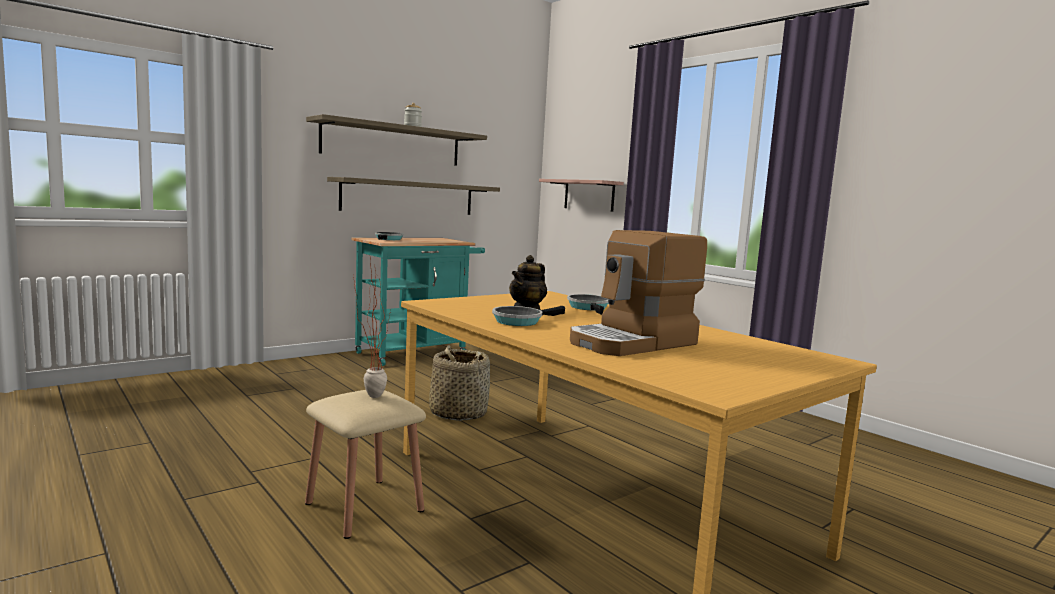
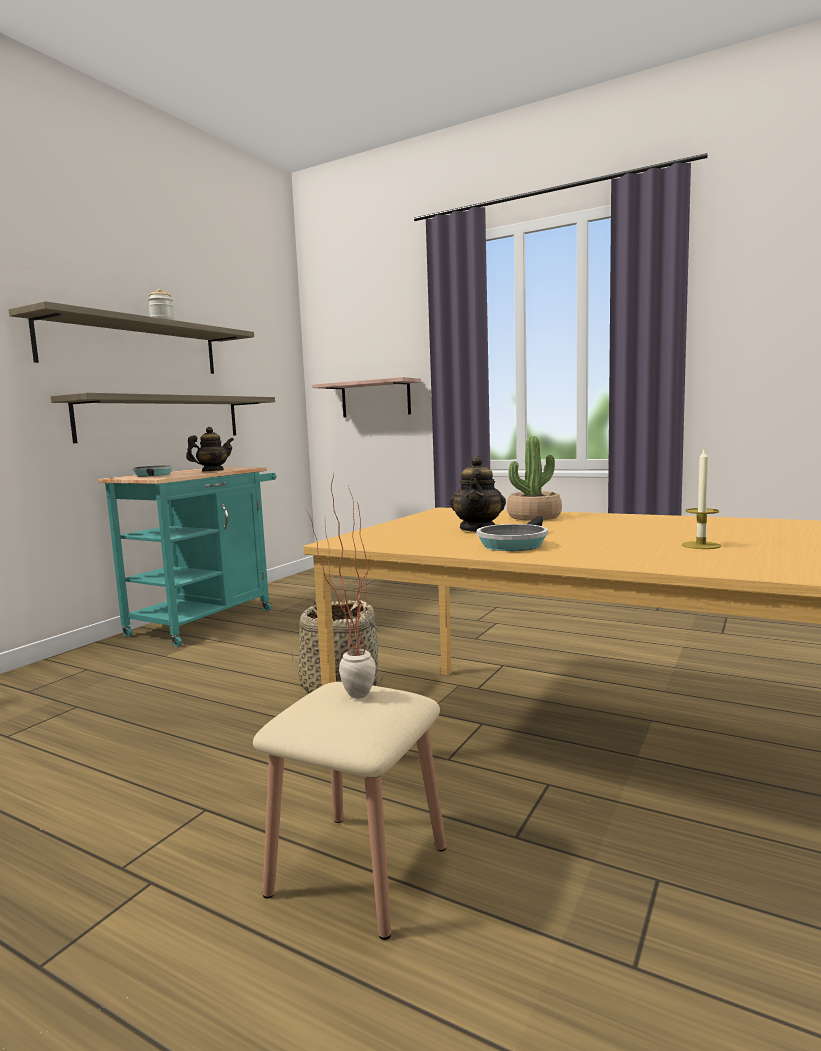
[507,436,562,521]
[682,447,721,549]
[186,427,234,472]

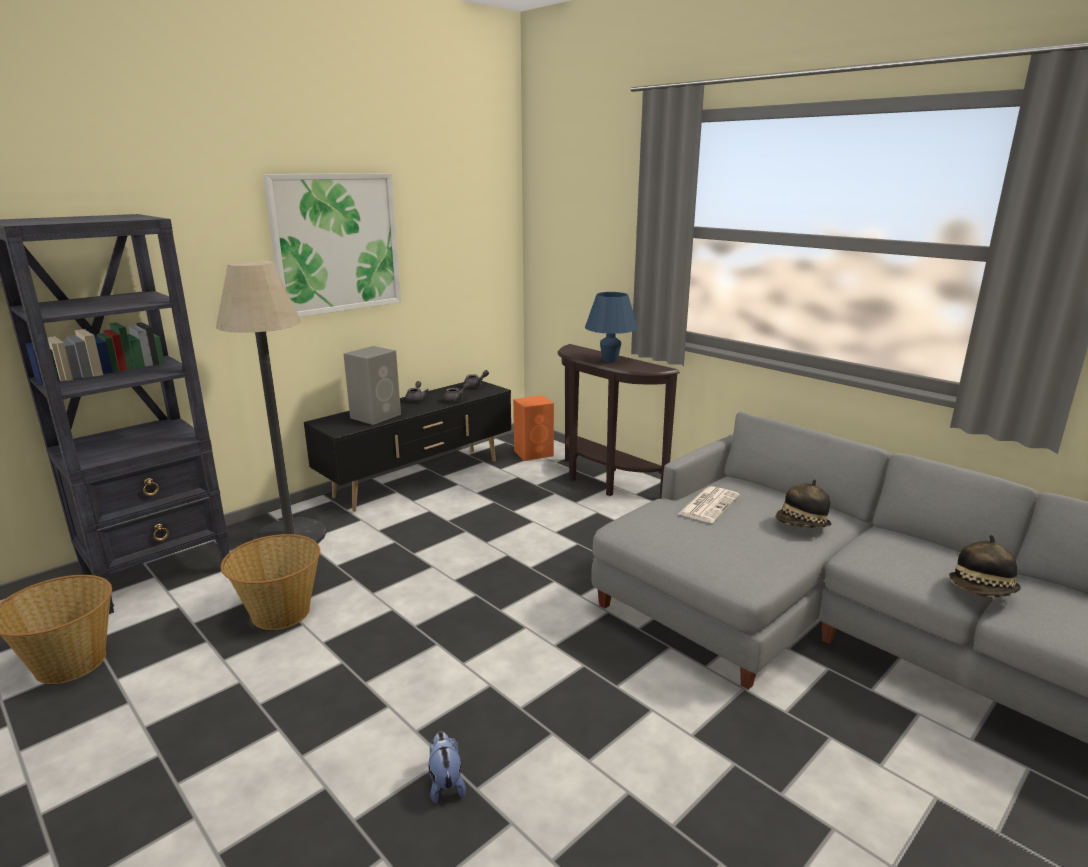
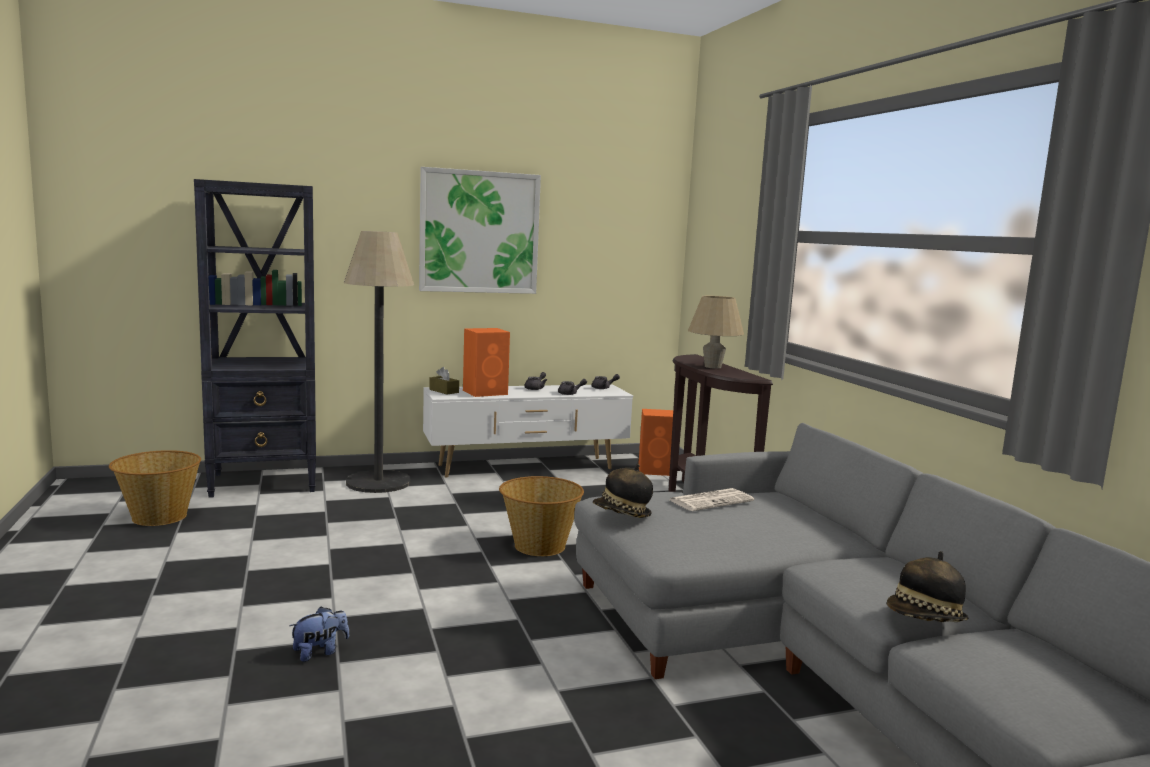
[499,476,584,556]
[423,384,633,478]
[463,328,510,397]
[289,607,349,662]
[688,296,744,369]
[593,464,653,518]
[429,367,459,395]

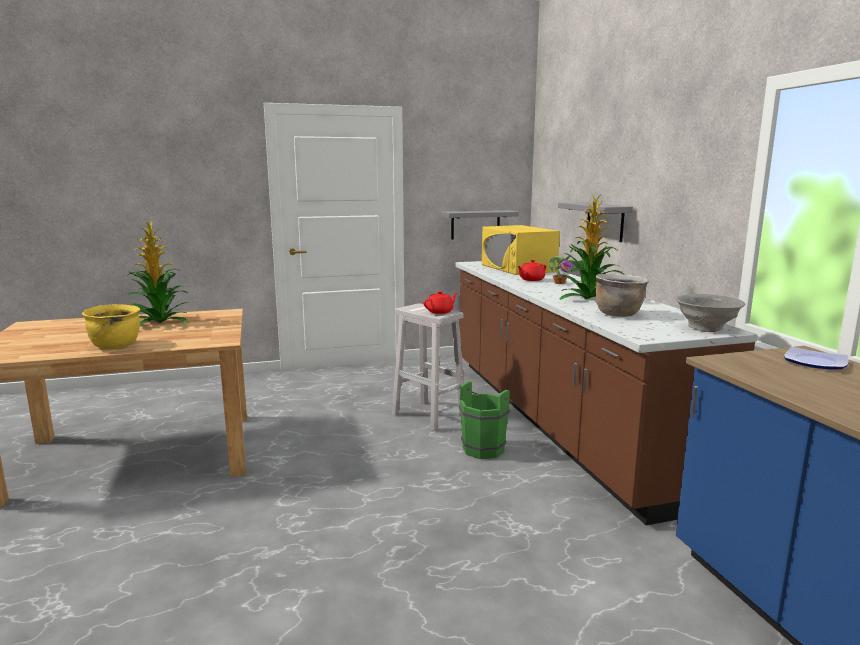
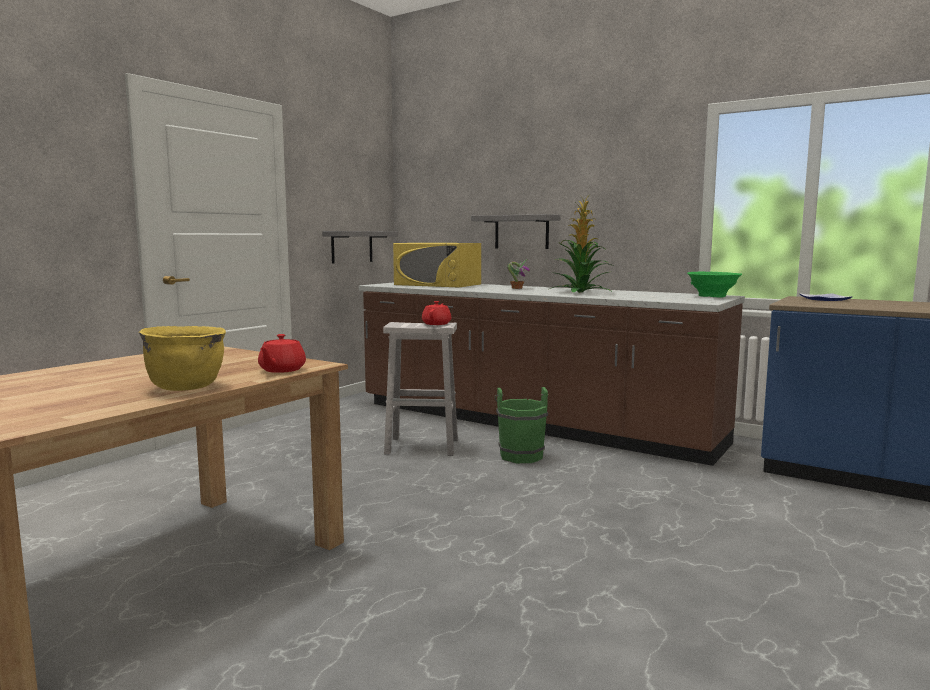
[127,221,189,325] (first image)
[258,334,306,373]
[596,274,649,317] (first image)
[687,272,742,298]

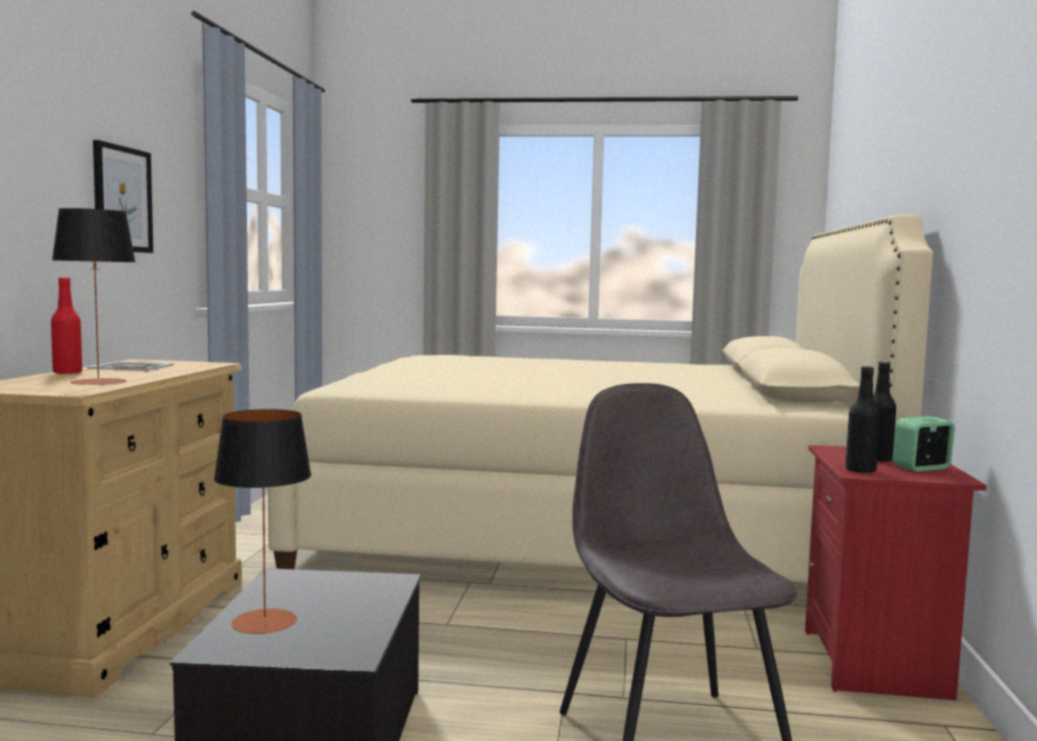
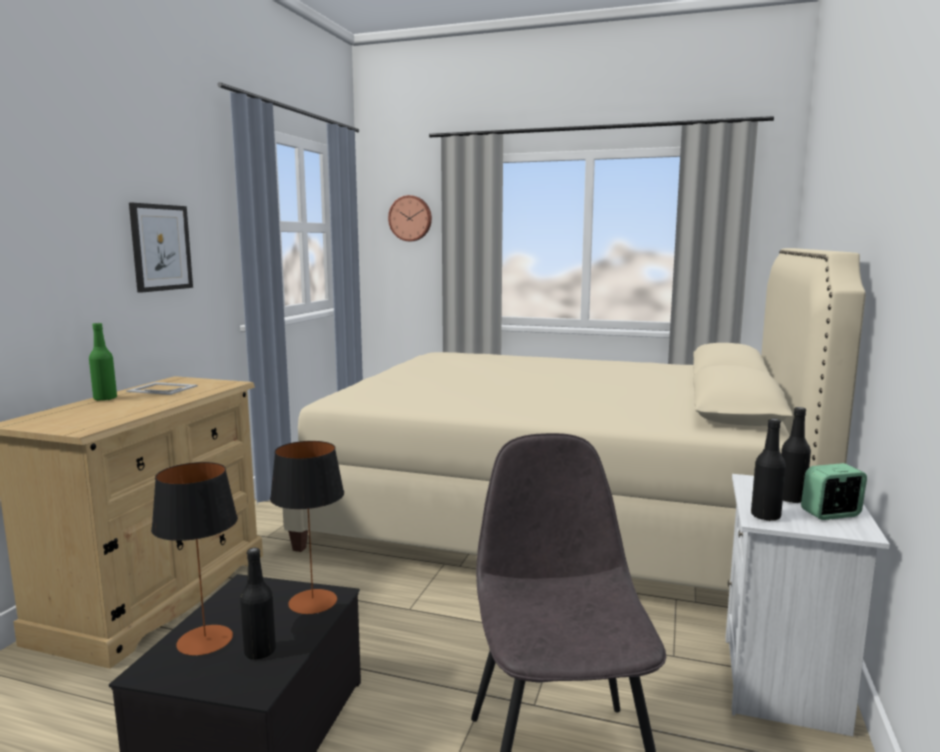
[89,323,117,401]
[270,441,344,614]
[725,474,890,736]
[240,548,276,659]
[388,195,432,241]

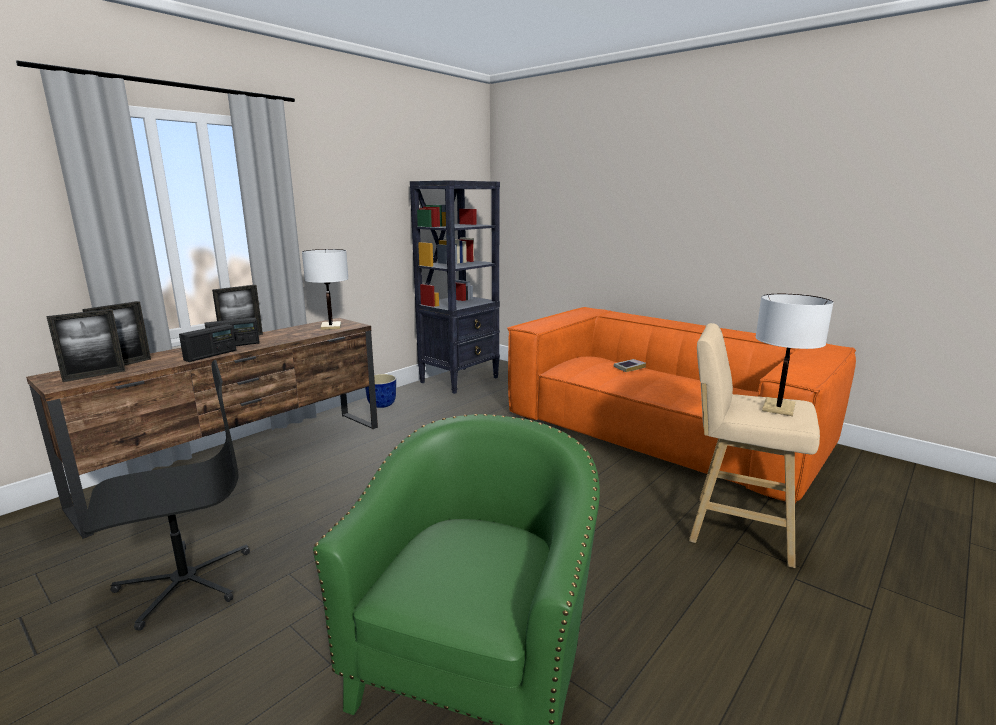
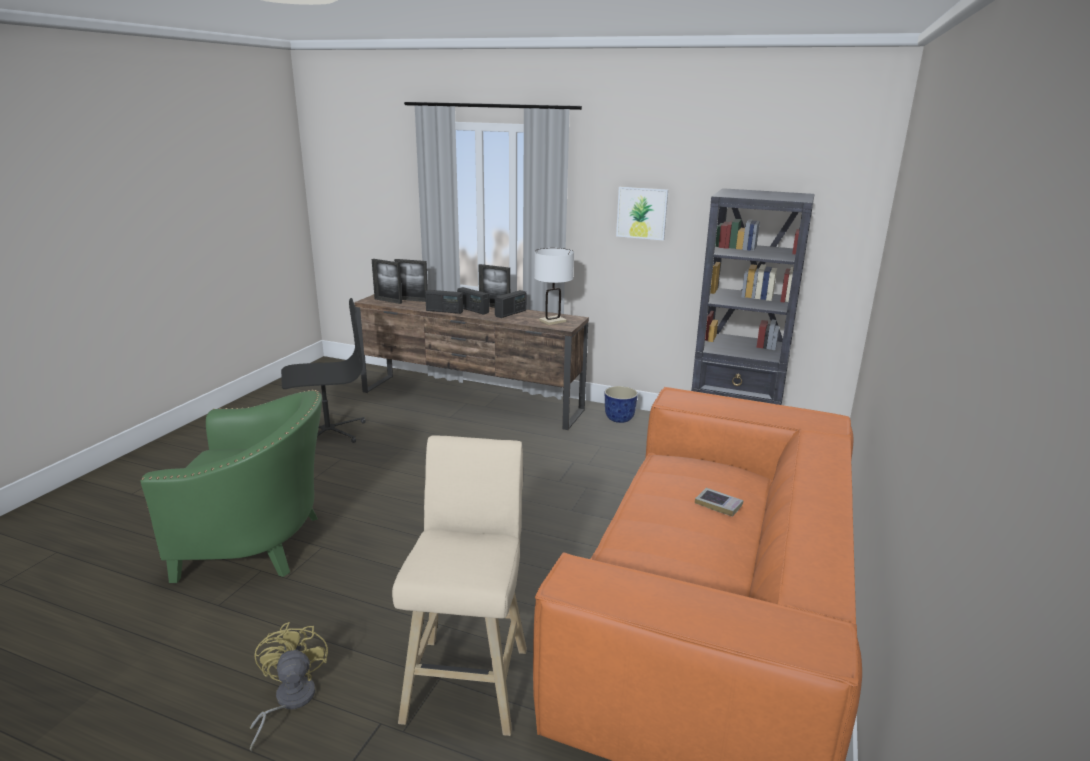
[281,298,366,443]
[755,293,834,416] (first image)
[250,622,328,751]
[495,290,526,318]
[616,187,668,241]

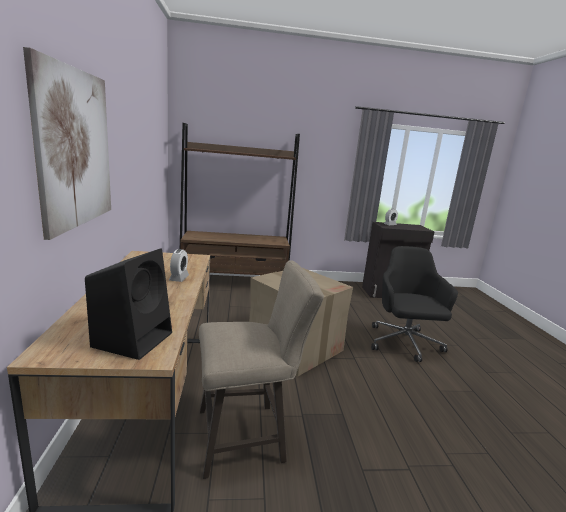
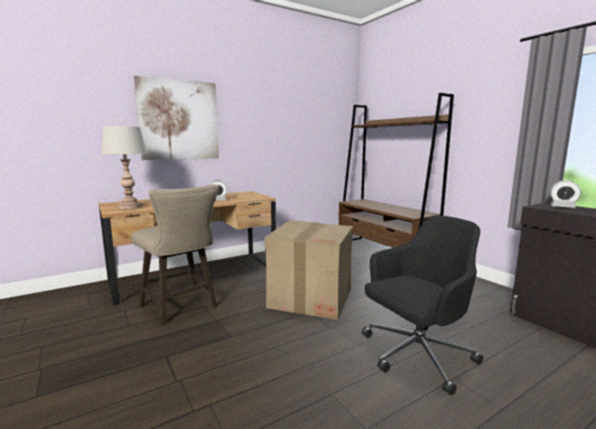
[101,125,147,209]

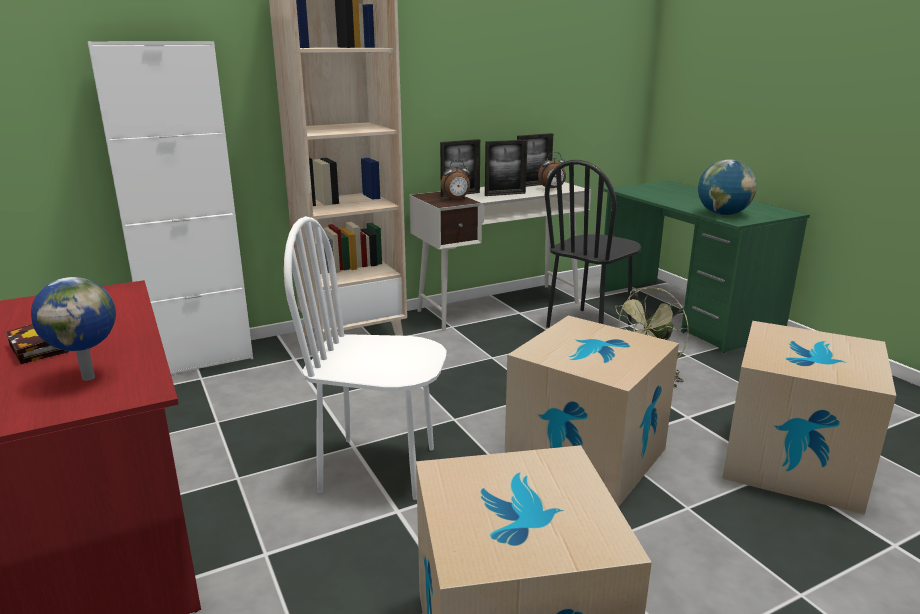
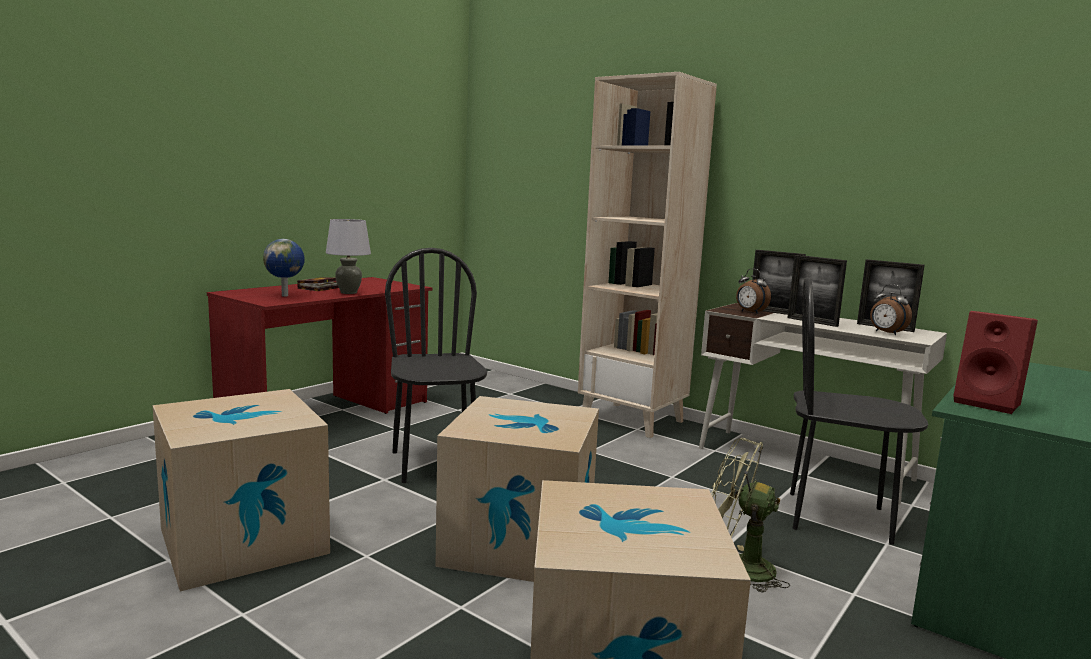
[88,41,253,374] (first image)
[385,248,487,483]
[953,311,1038,414]
[326,219,371,294]

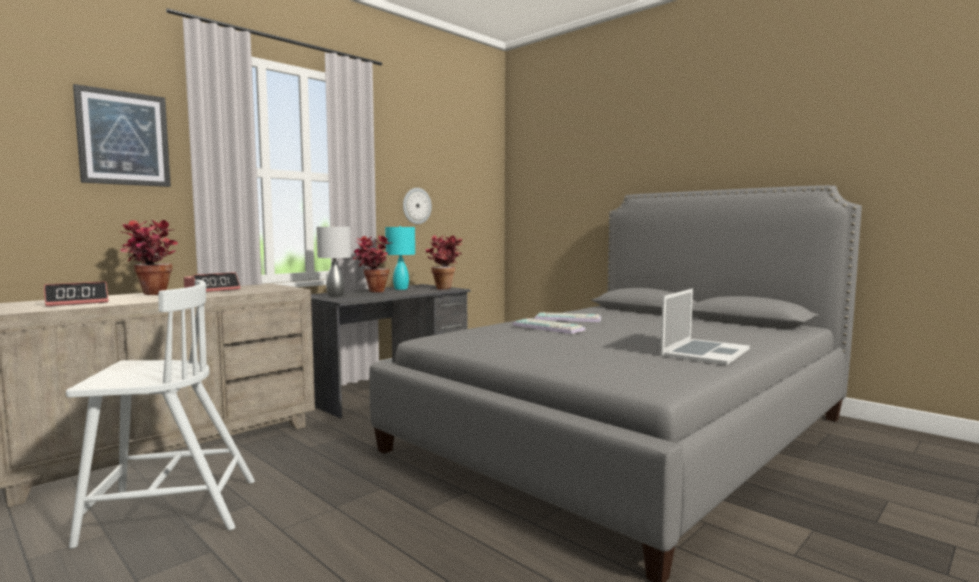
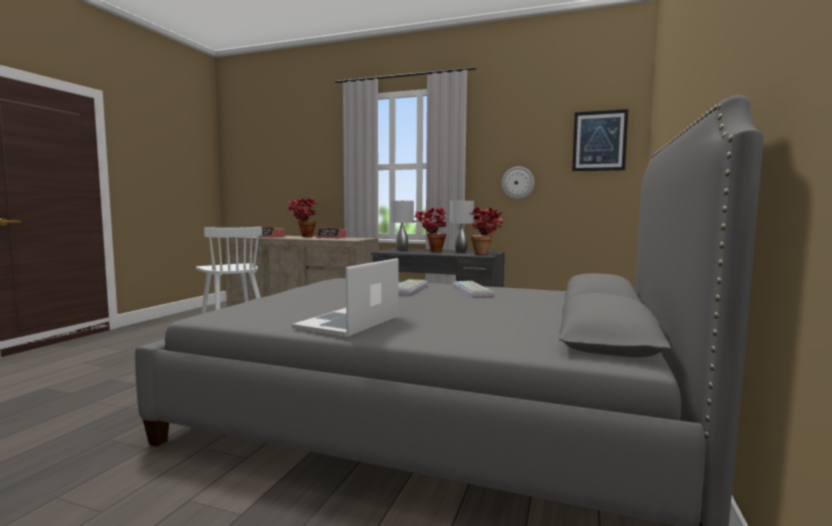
[572,109,628,171]
[450,200,474,252]
[292,258,399,337]

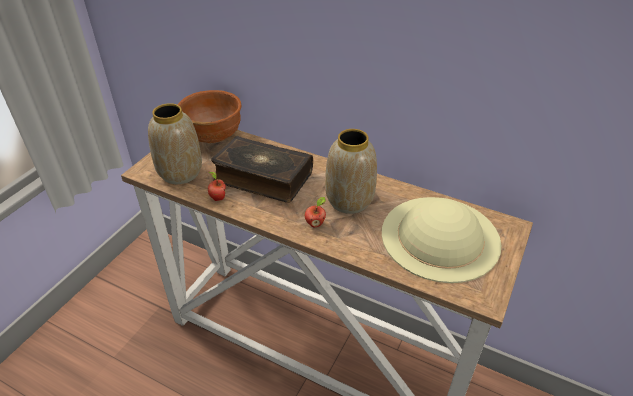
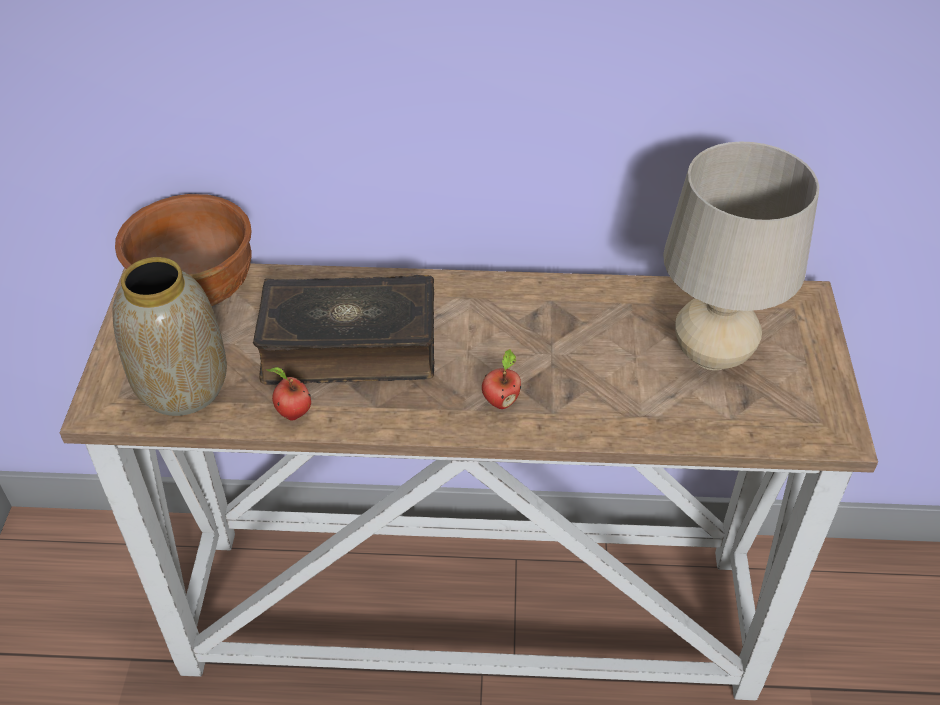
[325,129,377,214] (first image)
[663,141,819,370]

